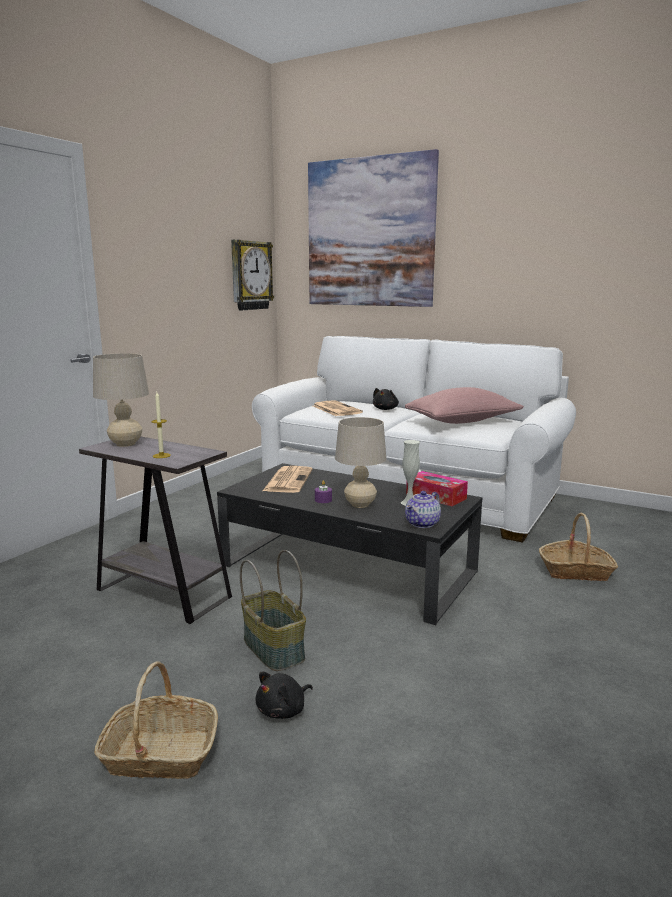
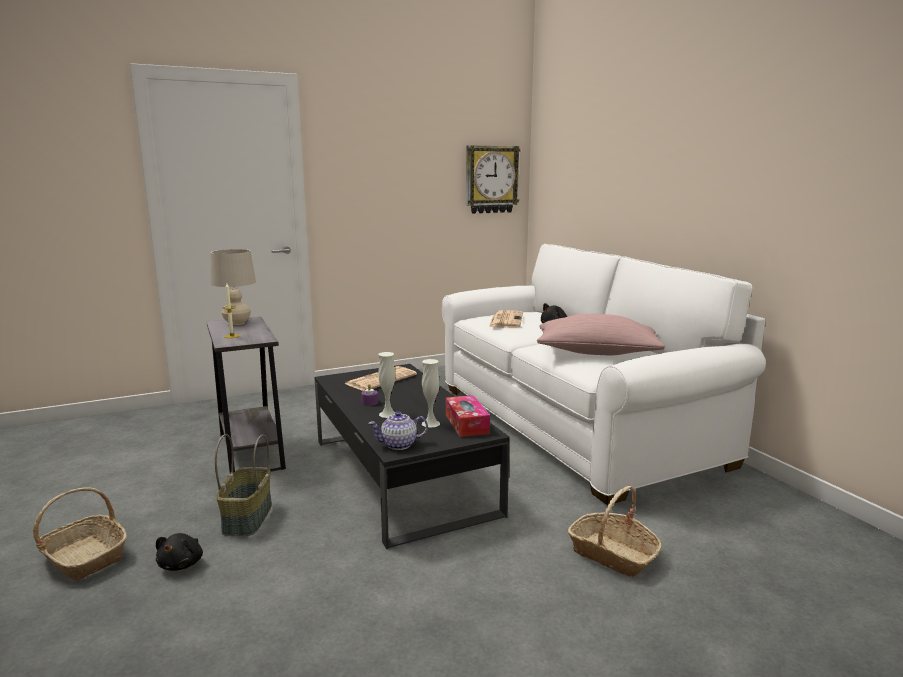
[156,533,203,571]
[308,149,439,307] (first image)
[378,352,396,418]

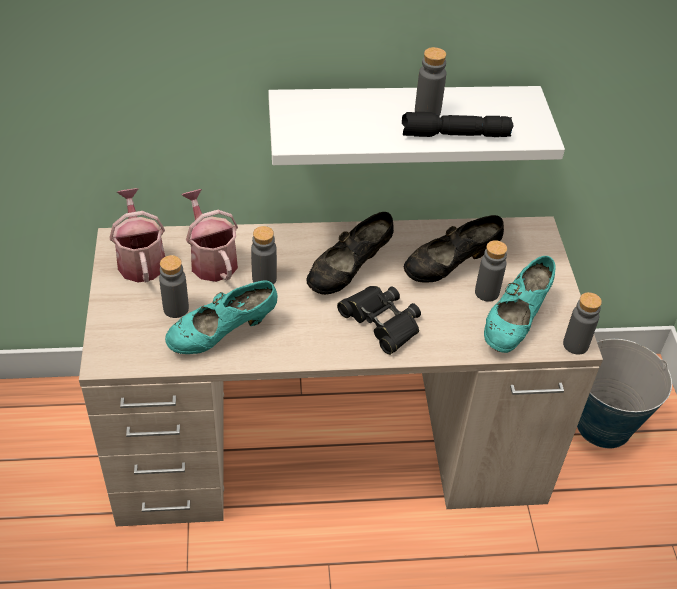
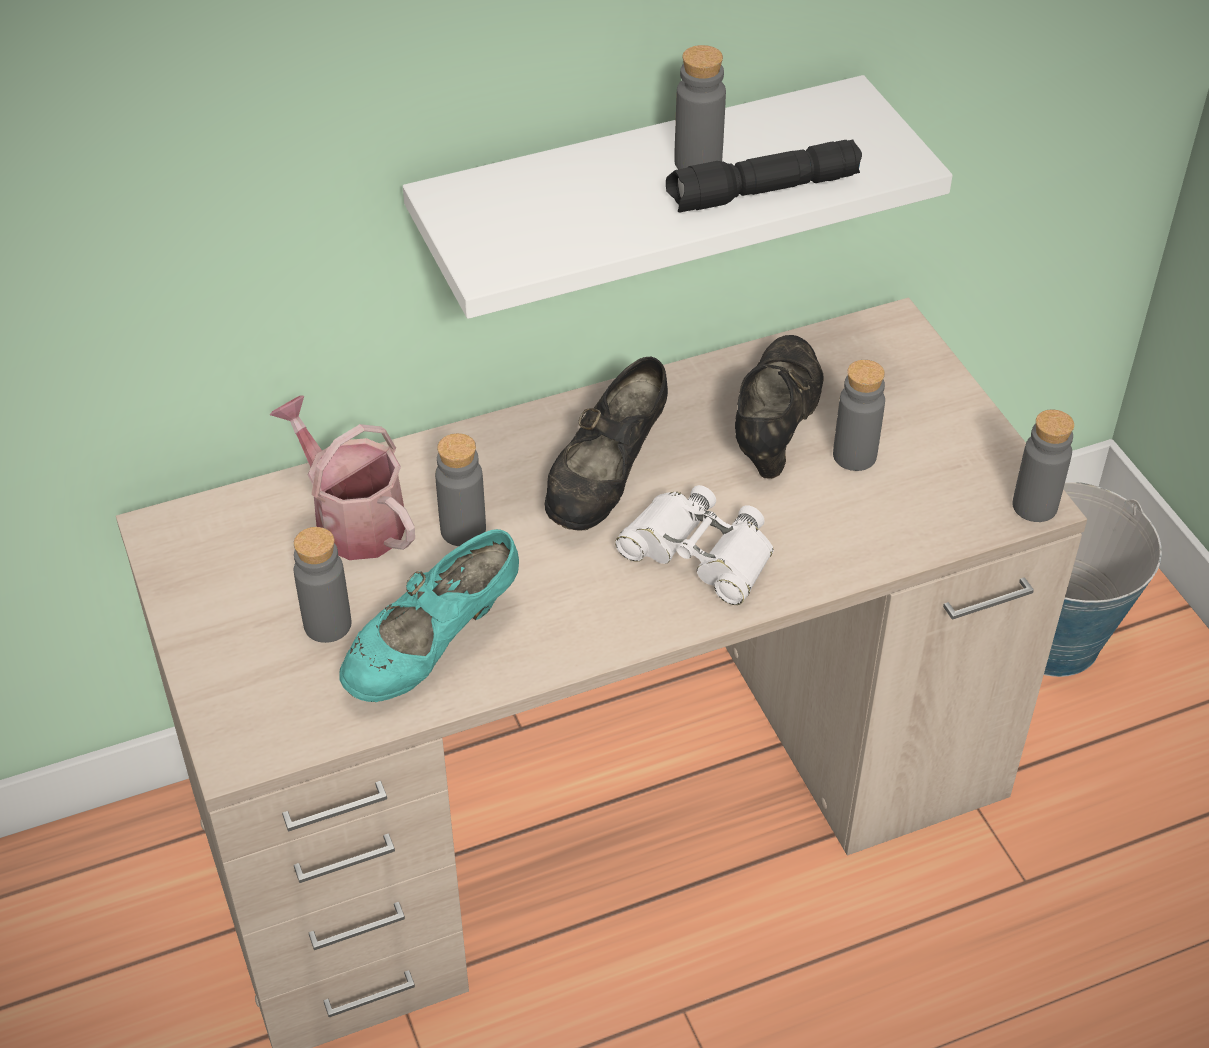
[109,188,165,283] (first image)
[615,485,774,605]
[735,335,824,479]
[484,256,556,353] (first image)

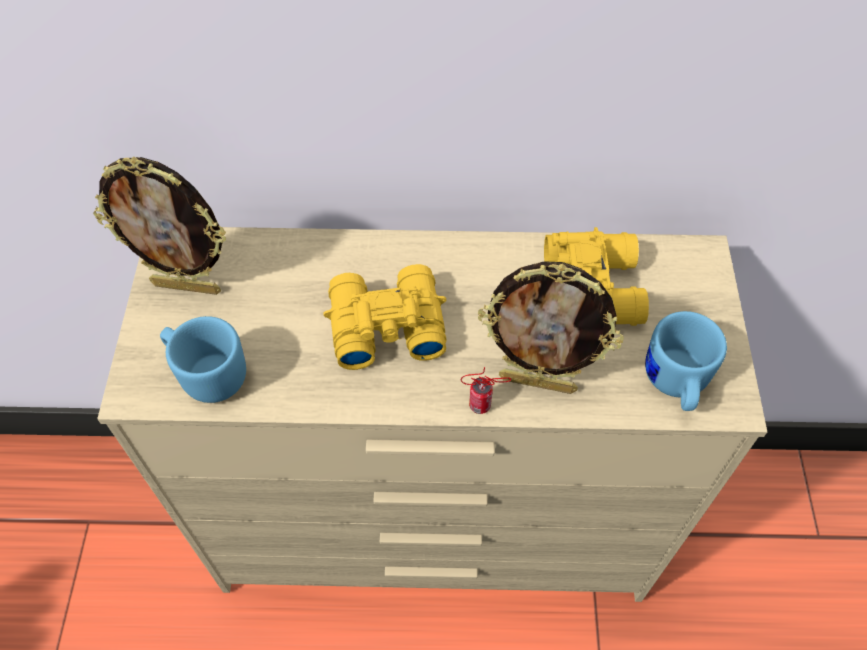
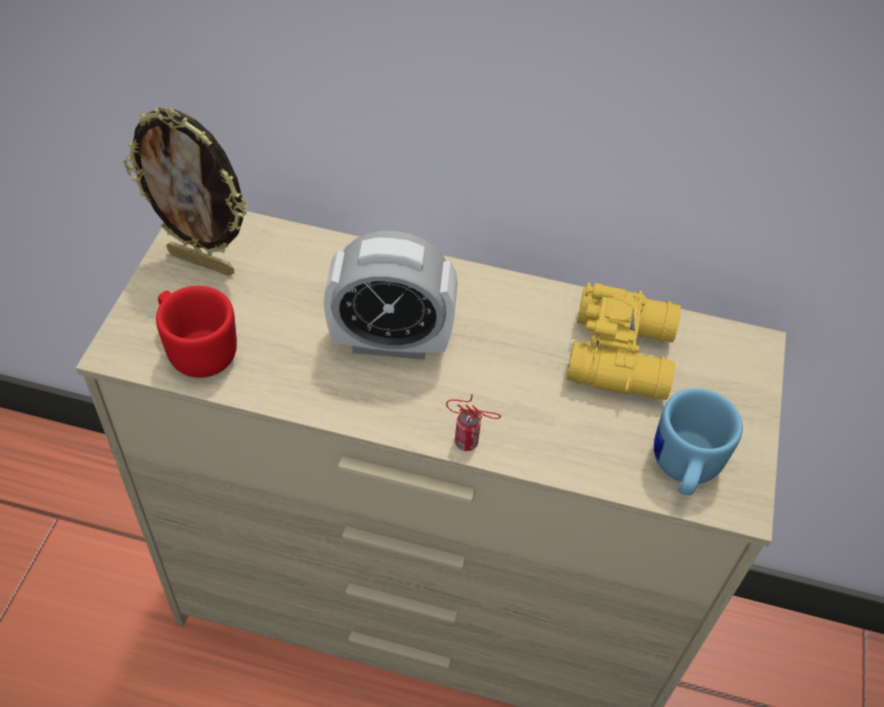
[156,286,237,378]
[324,231,458,360]
[478,261,624,394] (first image)

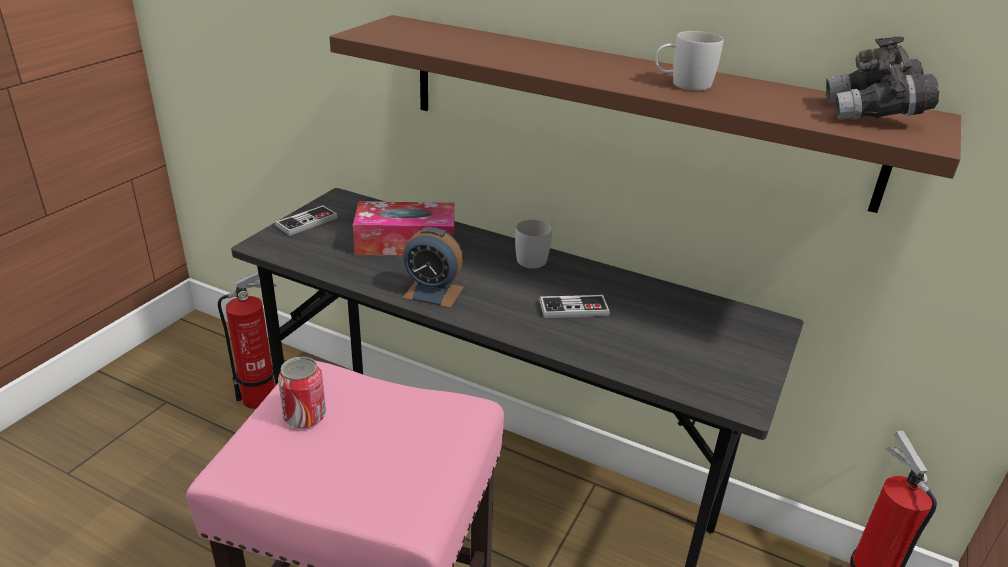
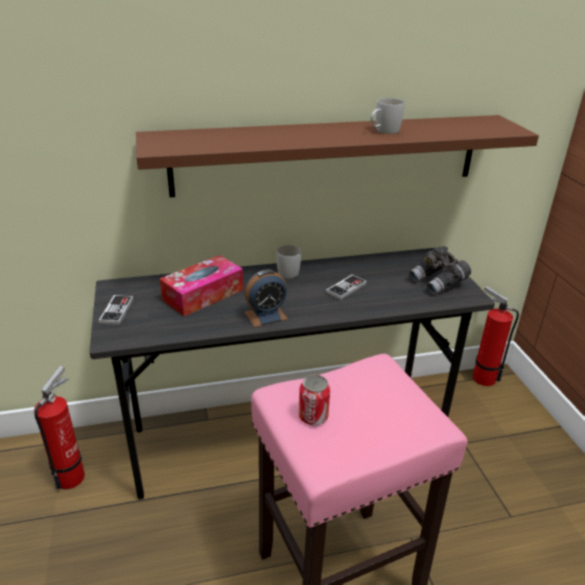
[409,246,471,295]

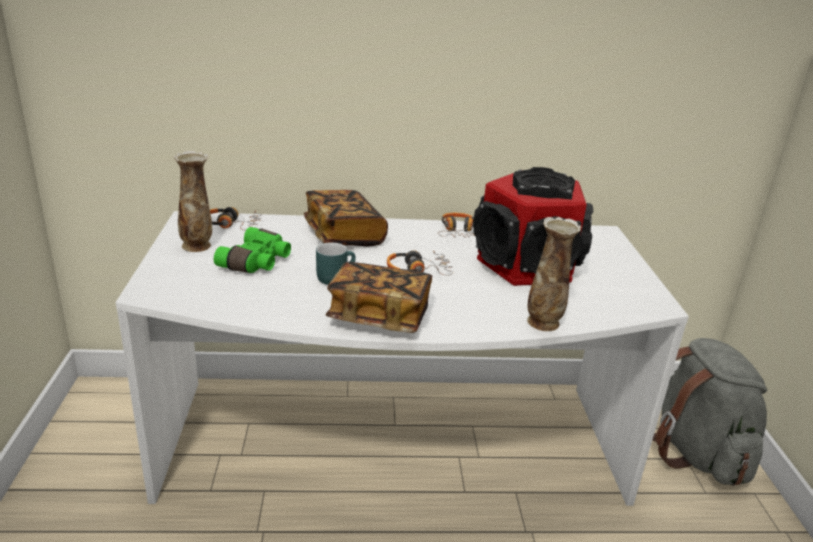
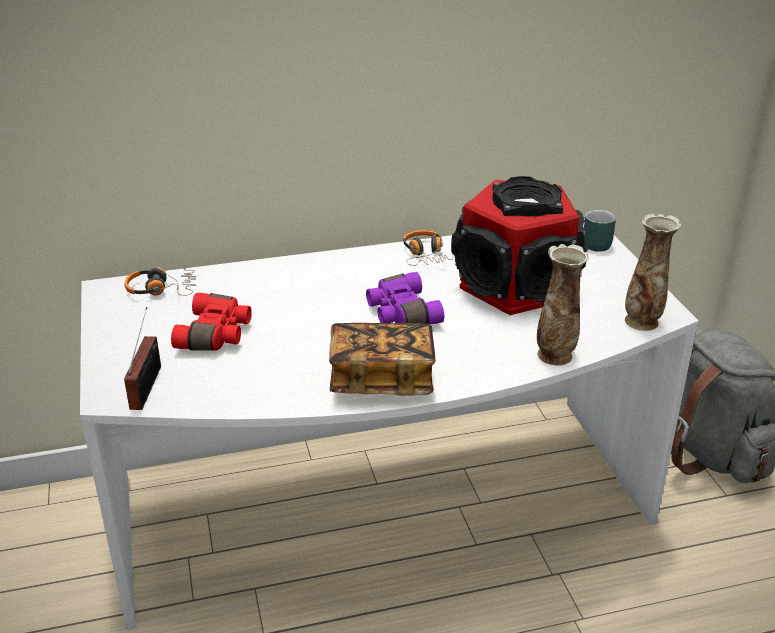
[625,214,681,331]
[171,293,252,351]
[304,190,388,246] (first image)
[584,210,616,252]
[366,272,444,324]
[124,307,161,410]

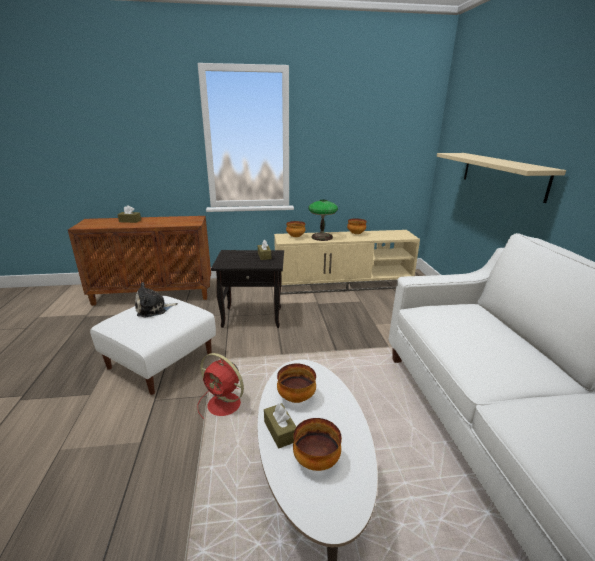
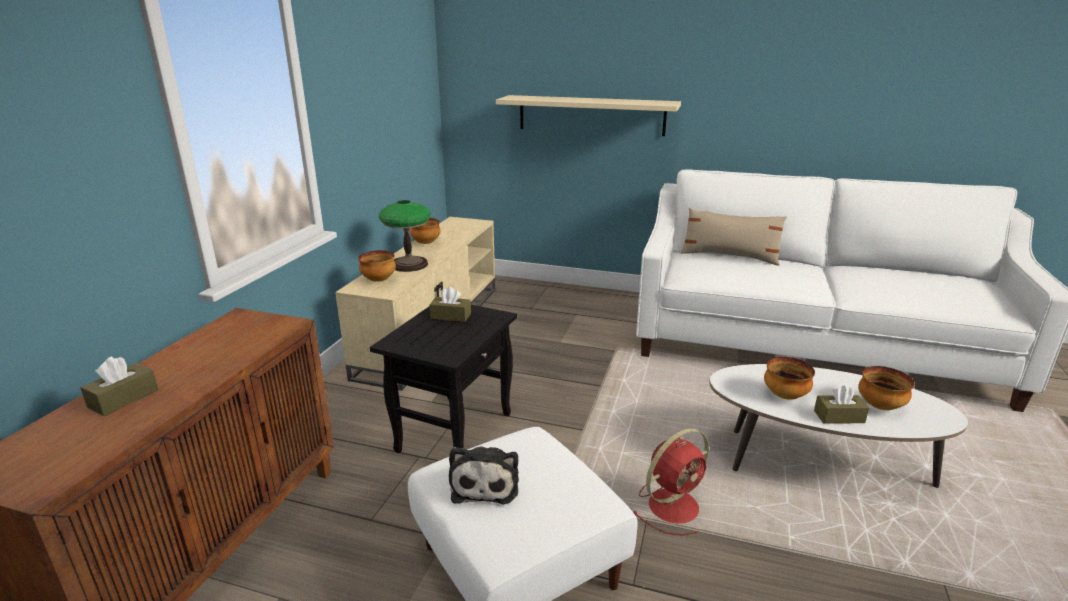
[681,208,787,265]

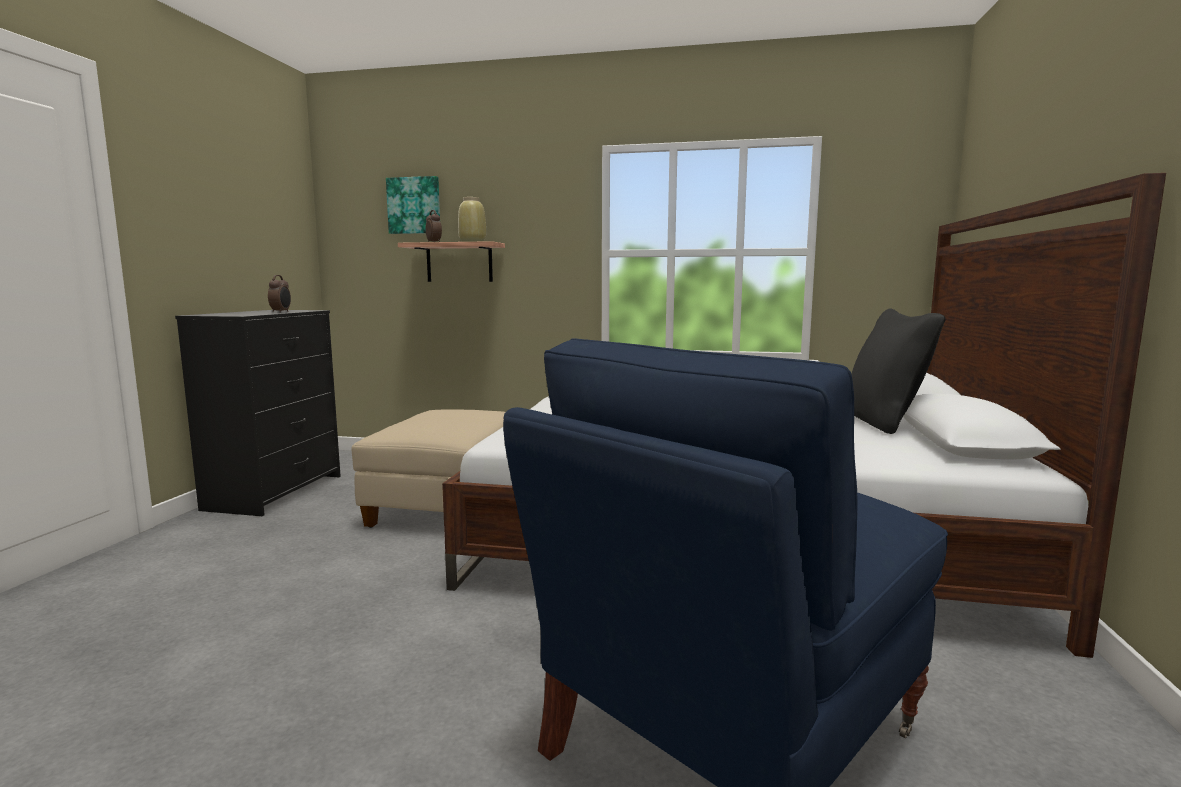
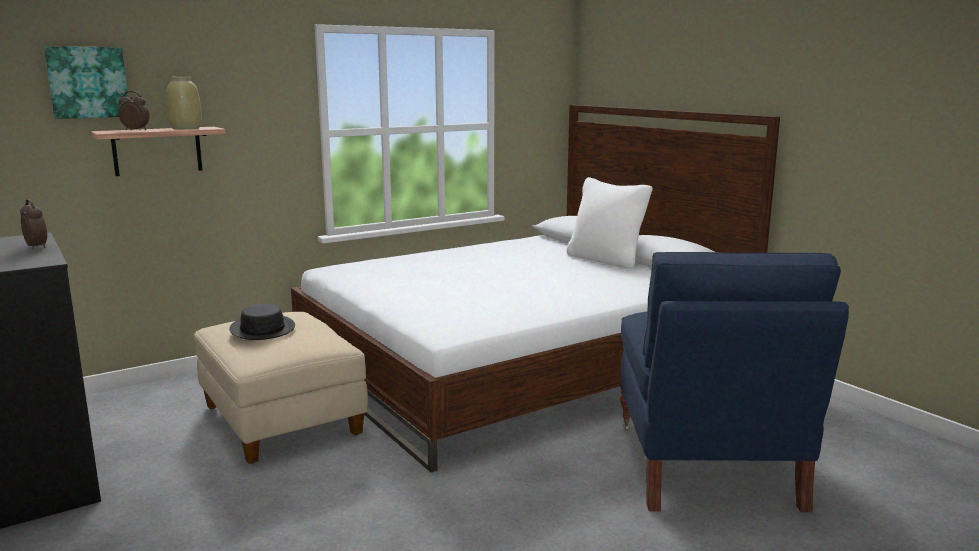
[567,177,653,269]
[229,303,295,340]

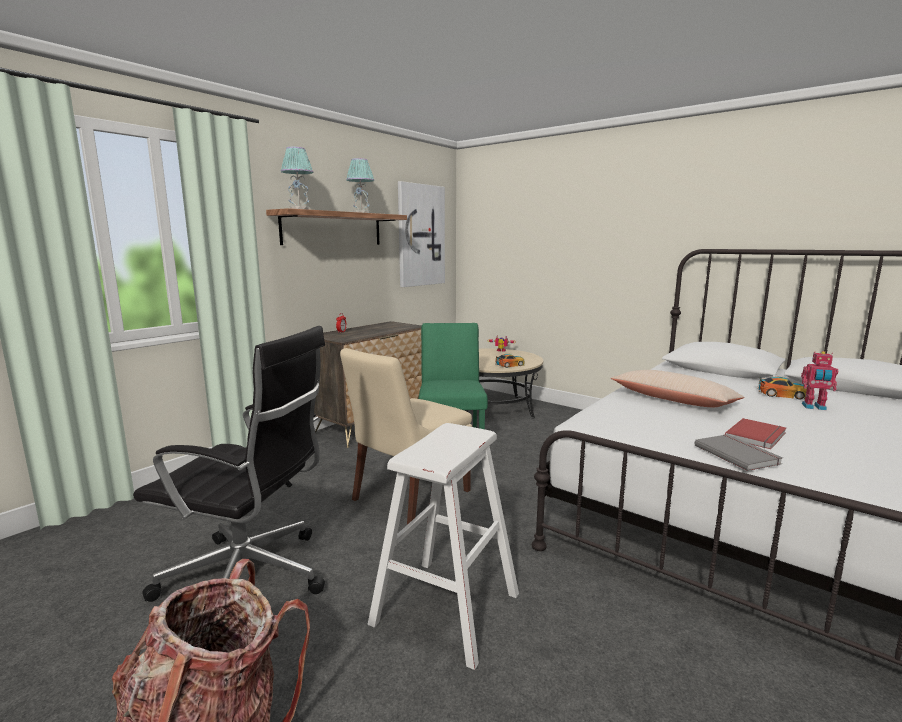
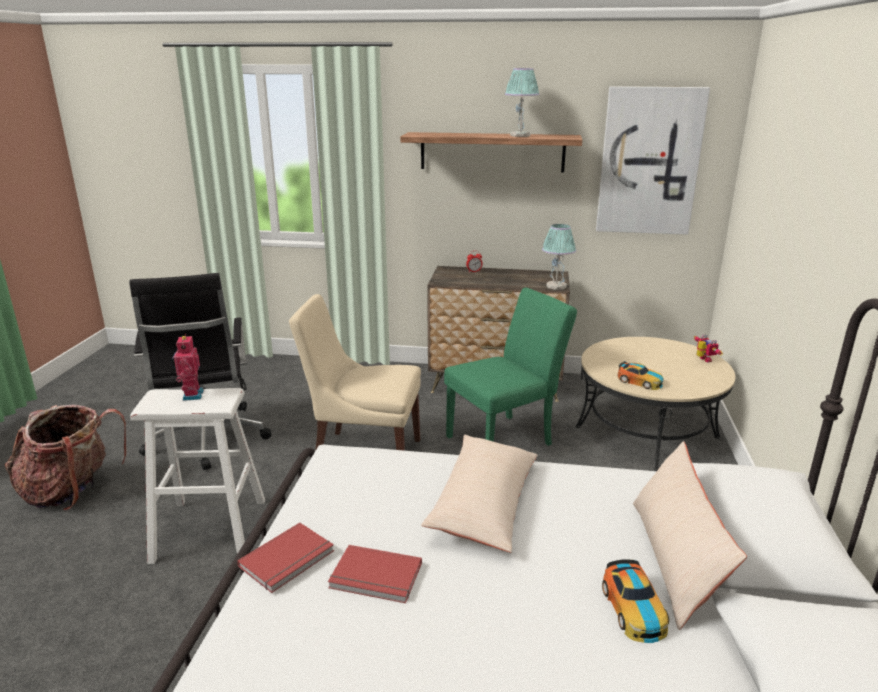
[542,224,576,290]
[237,523,334,593]
[171,334,204,401]
[633,441,747,630]

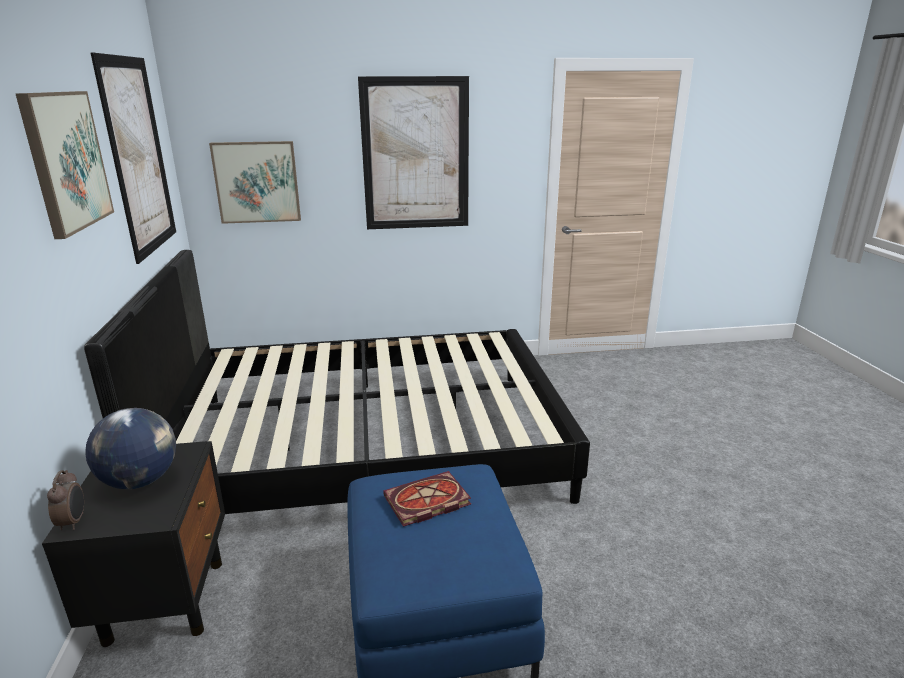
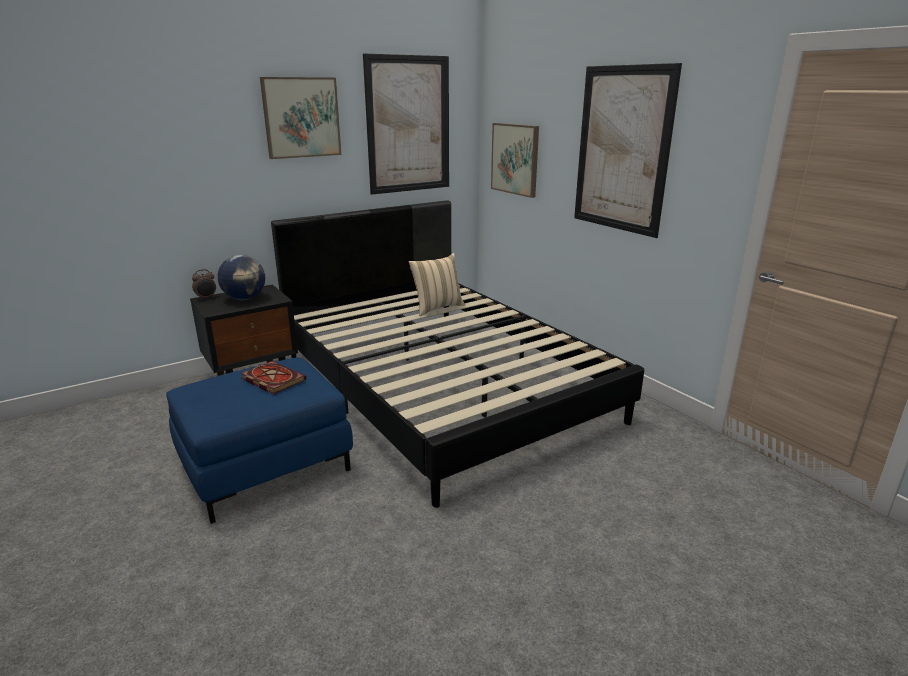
[408,253,465,316]

